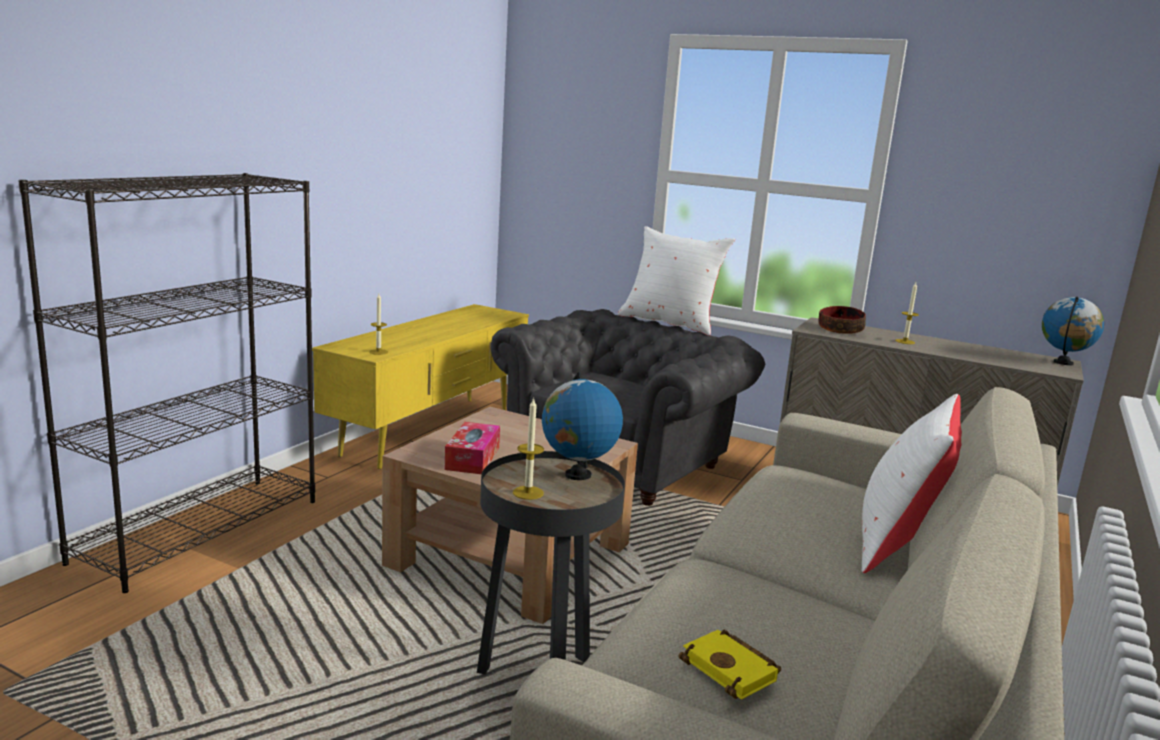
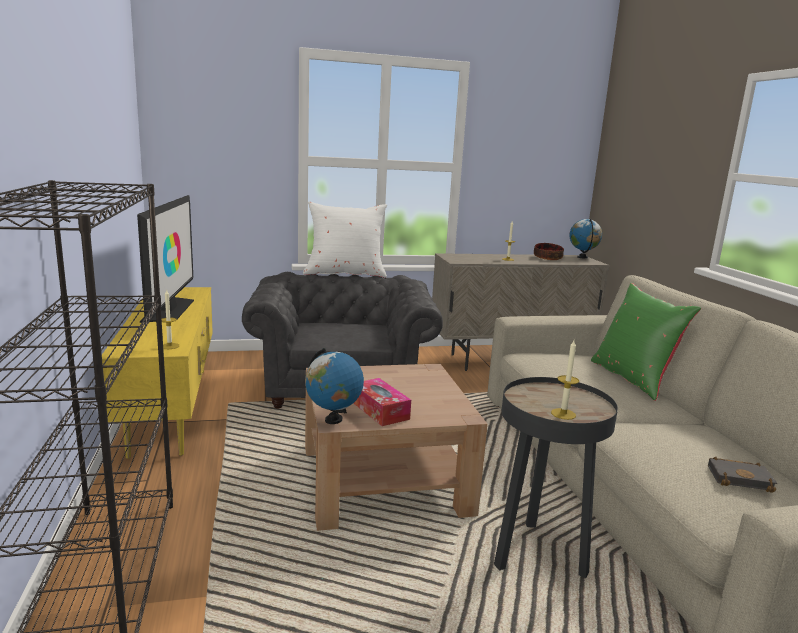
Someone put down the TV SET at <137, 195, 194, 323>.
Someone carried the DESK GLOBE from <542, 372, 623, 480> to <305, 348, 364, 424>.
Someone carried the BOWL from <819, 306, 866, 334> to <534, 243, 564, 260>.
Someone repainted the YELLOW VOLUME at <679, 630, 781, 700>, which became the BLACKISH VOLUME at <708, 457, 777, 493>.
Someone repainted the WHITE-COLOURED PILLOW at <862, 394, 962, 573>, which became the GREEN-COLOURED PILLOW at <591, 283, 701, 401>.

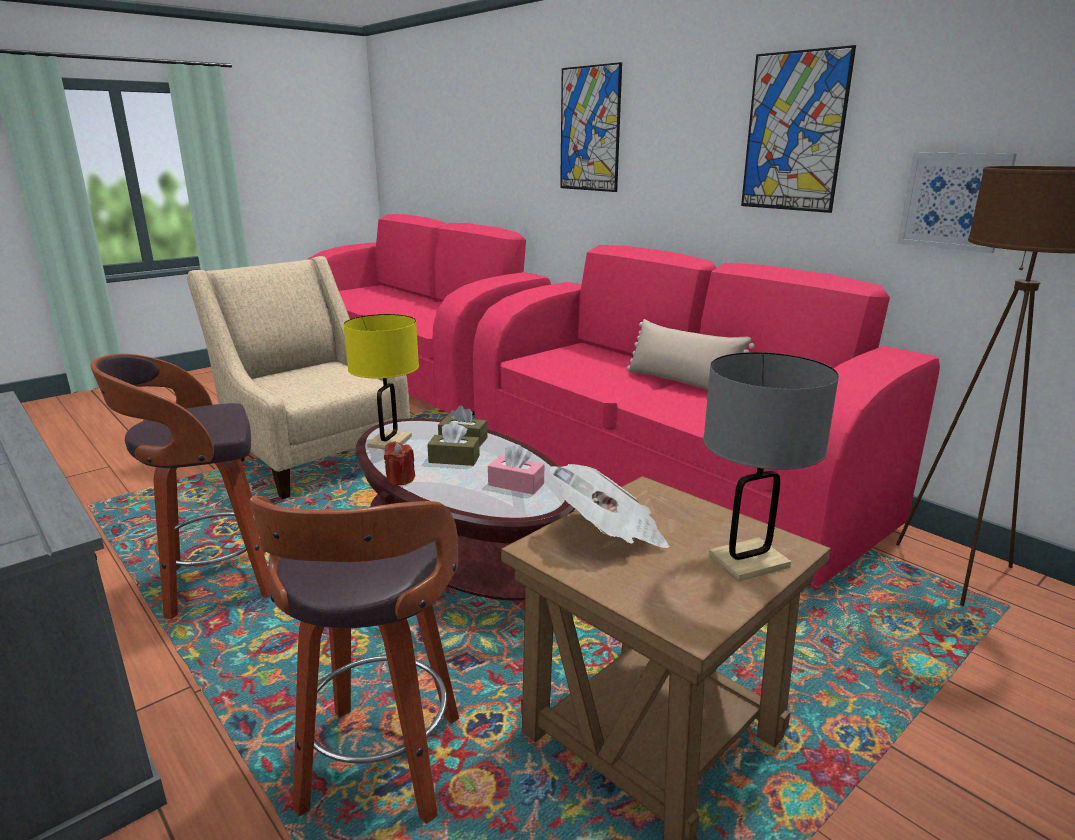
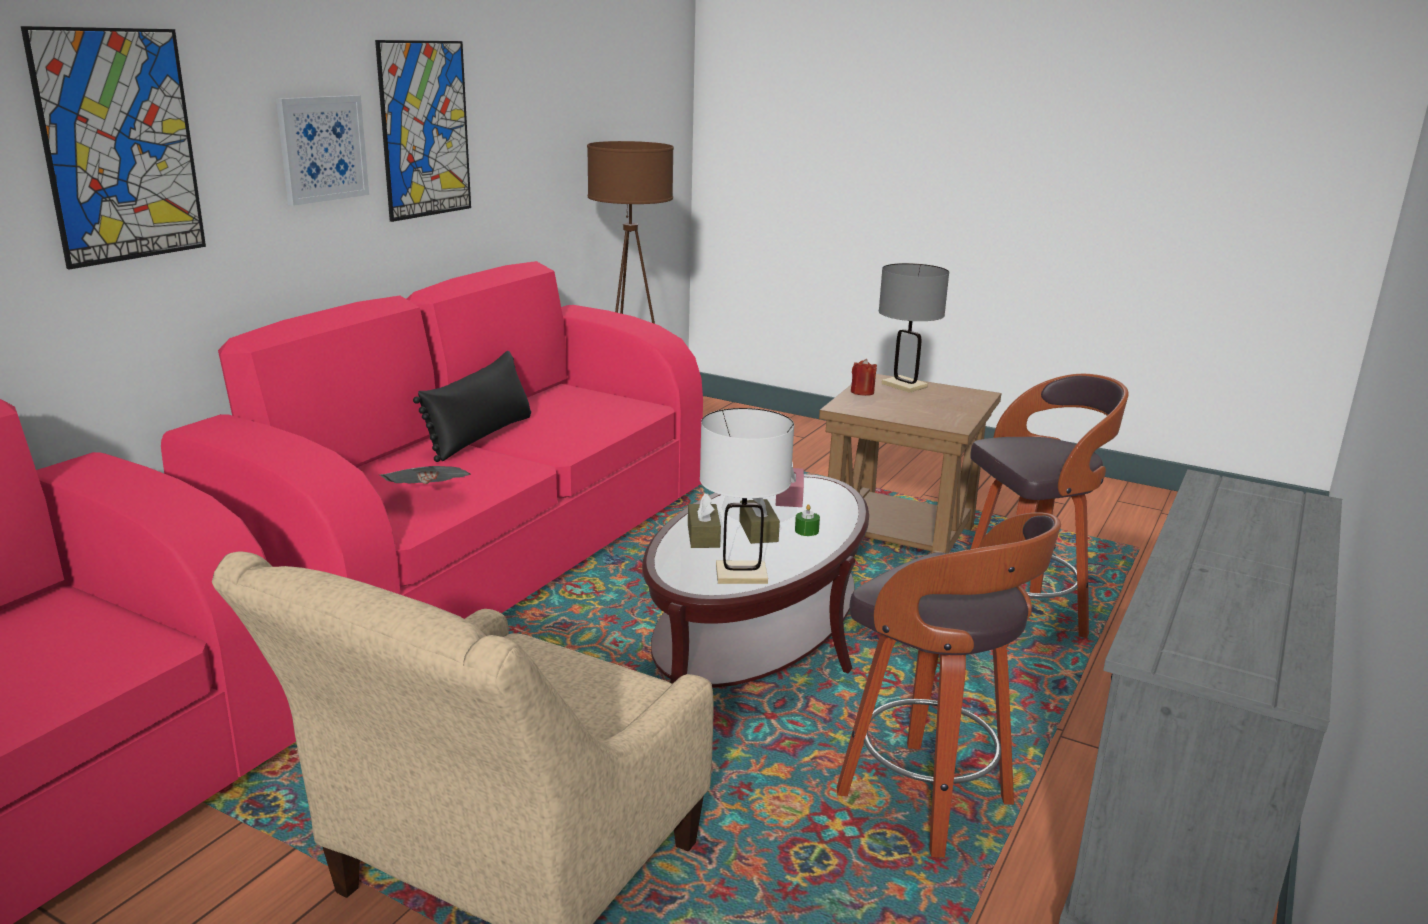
Someone put down the GREEN-COLOURED CANDLE at <795, 504, 820, 536>.
Someone carried the RED-COLOURED CANDLE from <384, 441, 415, 485> to <851, 359, 877, 396>.
Someone carried the DAILY PAPER from <550, 464, 669, 548> to <380, 466, 471, 484>.
Someone carried the WALL PICTURE from <897, 152, 1017, 253> to <276, 95, 369, 206>.
Someone repainted the YELLOW TABLETOP LAMP at <343, 314, 419, 449>, which became the WHITE-COLOURED TABLETOP LAMP at <700, 408, 794, 584>.
Someone repainted the BEIGE PILLOW at <627, 319, 755, 390>, which became the BLACKISH PILLOW at <413, 351, 531, 462>.

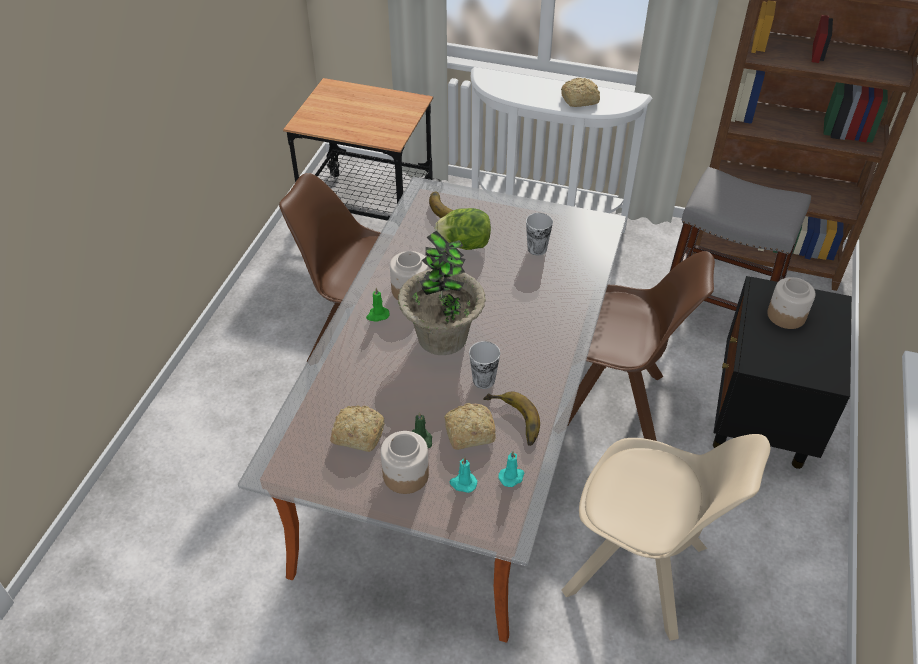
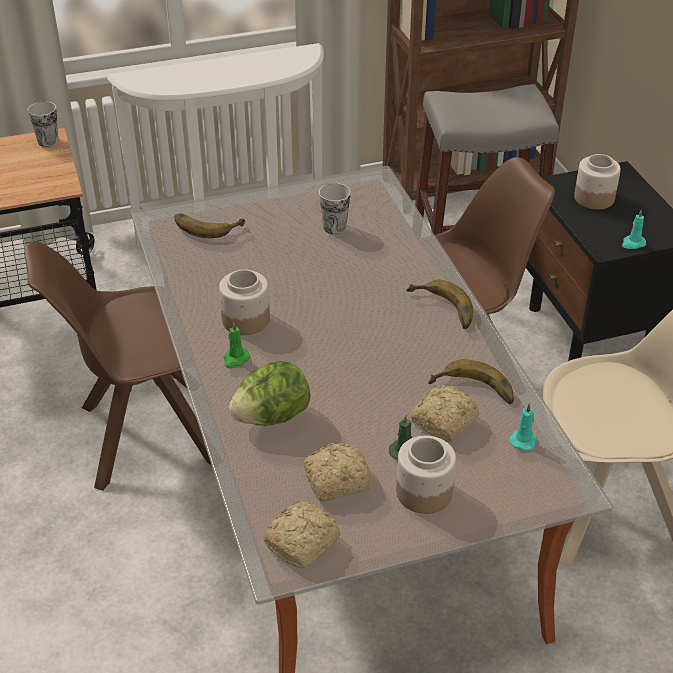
Someone took away the PLANT IN A POT at <398, 231, 486, 355>.
Someone put down the BANANA at <406, 280, 473, 329>.
Someone carried the HEAD OF LETTUCE from <435, 208, 491, 250> to <229, 361, 311, 426>.
Someone carried the BLUE-GREEN CANDLE from <449, 457, 477, 493> to <622, 209, 646, 249>.
Someone carried the CUP from <469, 341, 500, 389> to <28, 101, 59, 147>.
Someone carried the BAKED BREAD from <561, 78, 600, 107> to <263, 501, 340, 568>.

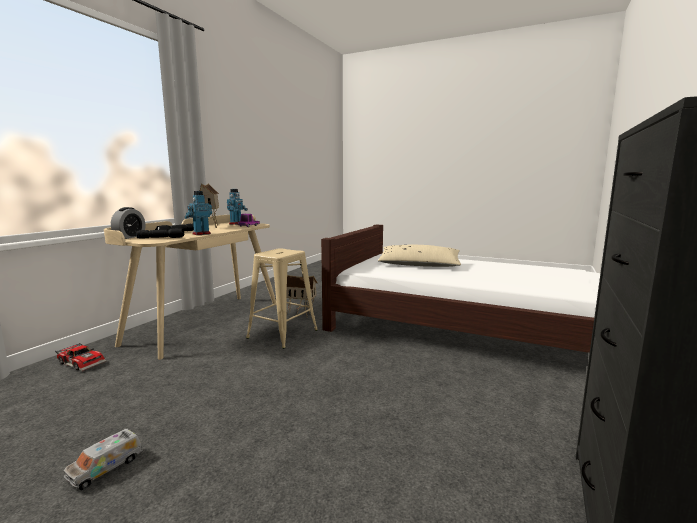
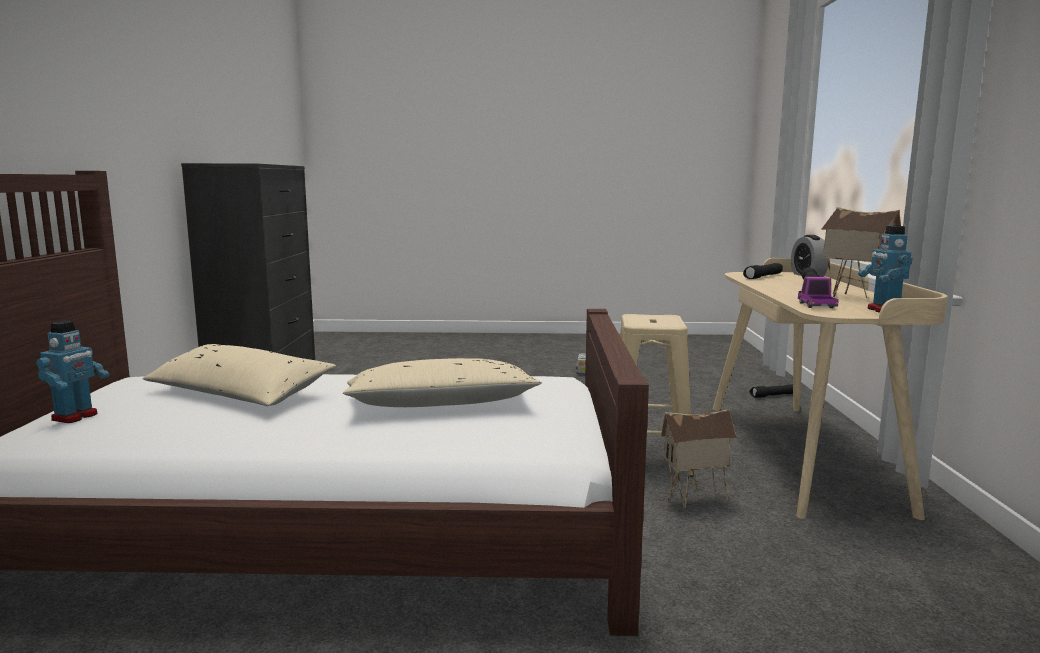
Someone put down the BEIGE PILLOW at <143, 344, 336, 406>.
Someone carried the MODEL ROBOT from <185, 191, 212, 235> to <36, 320, 110, 423>.
Someone swapped the TOY CAR at <55, 343, 106, 371> for the BLACKISH HAND TORCH at <750, 384, 793, 398>.

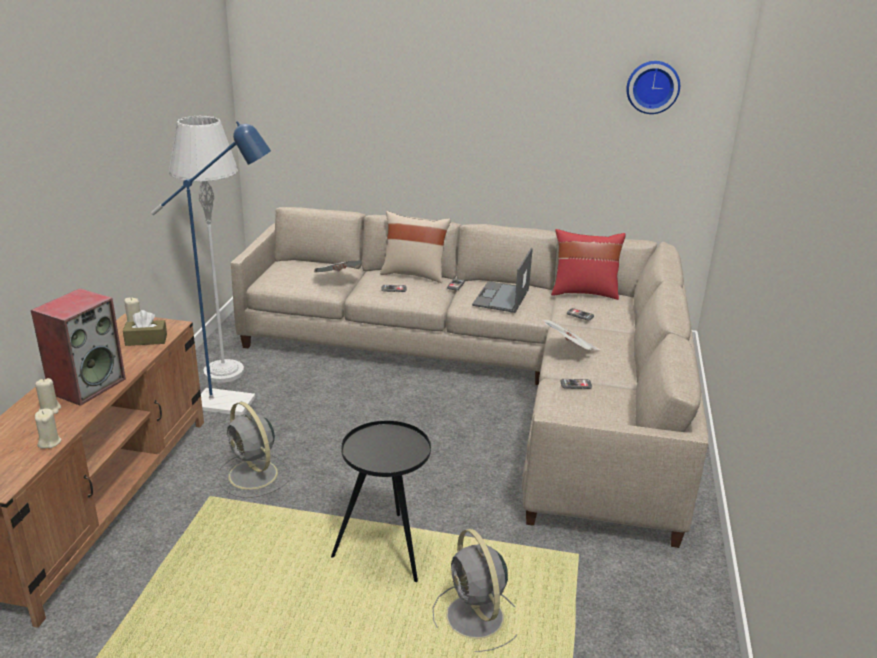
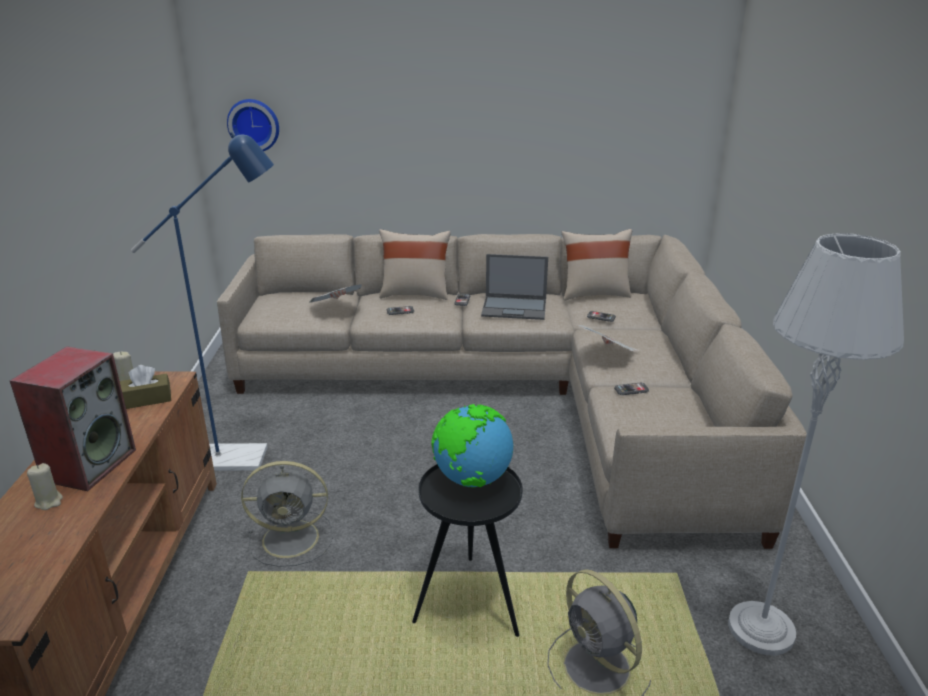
Someone took away the BEIGE CANDLE at <35, 409, 62, 449>.
Someone put down the DESK GLOBE at <431, 404, 513, 488>.
Someone carried the GRAY STANDING LAMP from <169, 116, 244, 383> to <728, 233, 904, 656>.
Someone carried the WALL CLOCK from <626, 61, 680, 114> to <227, 99, 279, 151>.
Someone repainted the RED-COLOURED PILLOW at <551, 229, 626, 300>, which became the BEIGE PILLOW at <561, 229, 632, 301>.
Someone rotated the GRAY COOLING FAN at <217, 402, 292, 498> by 45 degrees counterclockwise.
Someone rotated the NOTEBOOK COMPUTER at <472, 248, 533, 313> by 90 degrees counterclockwise.

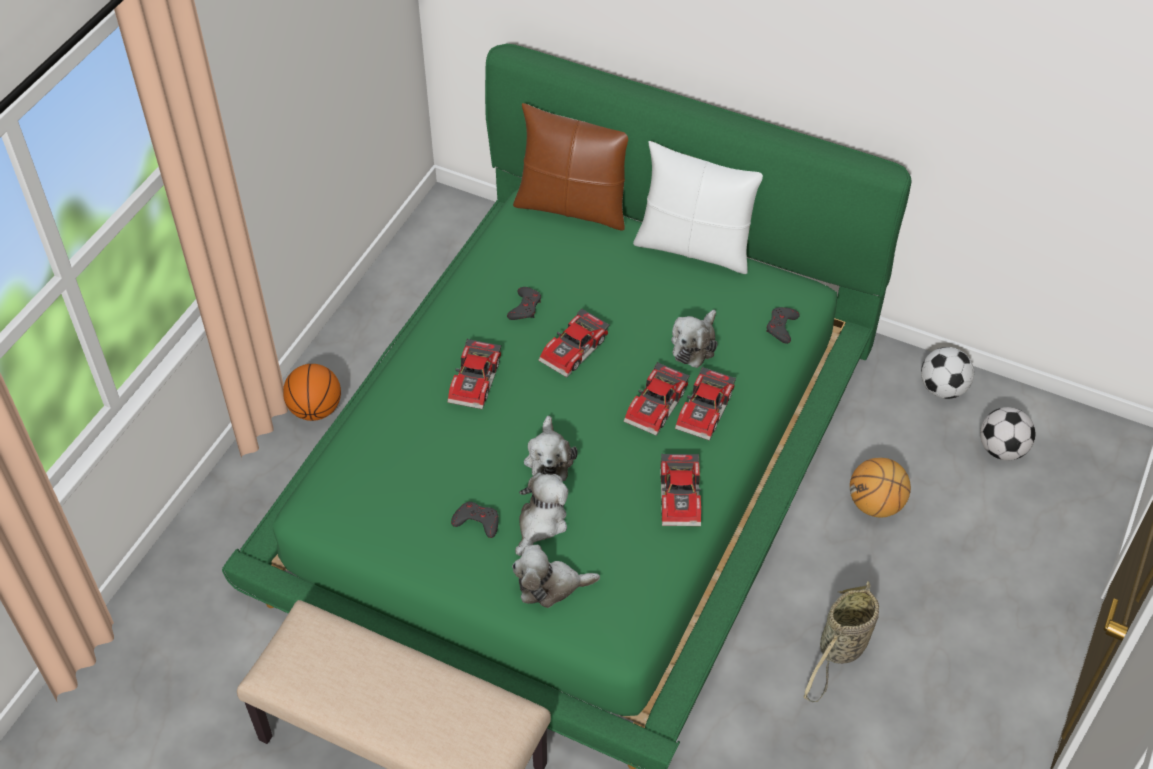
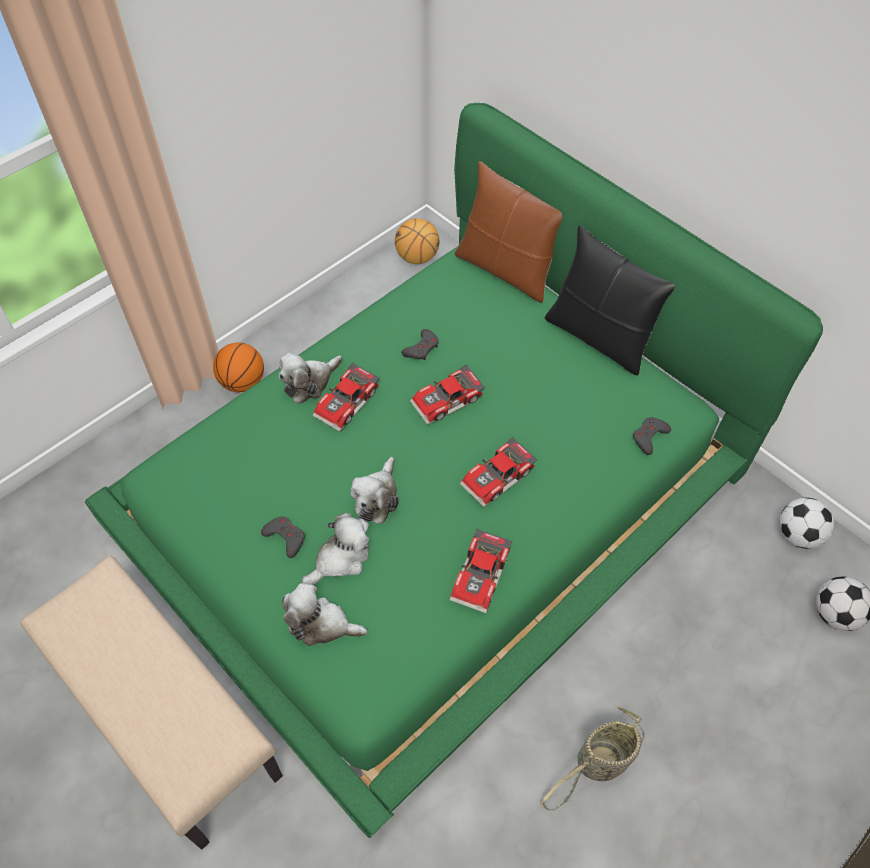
Someone took away the TOY CAR at <675, 366, 736, 441>.
Someone carried the CUDDLY TOY from <671, 310, 718, 368> to <279, 353, 342, 404>.
Someone carried the BASKETBALL BALL from <850, 458, 911, 518> to <395, 218, 439, 264>.
Someone repainted the WHITE-COLOURED PILLOW at <633, 141, 763, 274>, which became the BLACKISH PILLOW at <545, 225, 675, 376>.

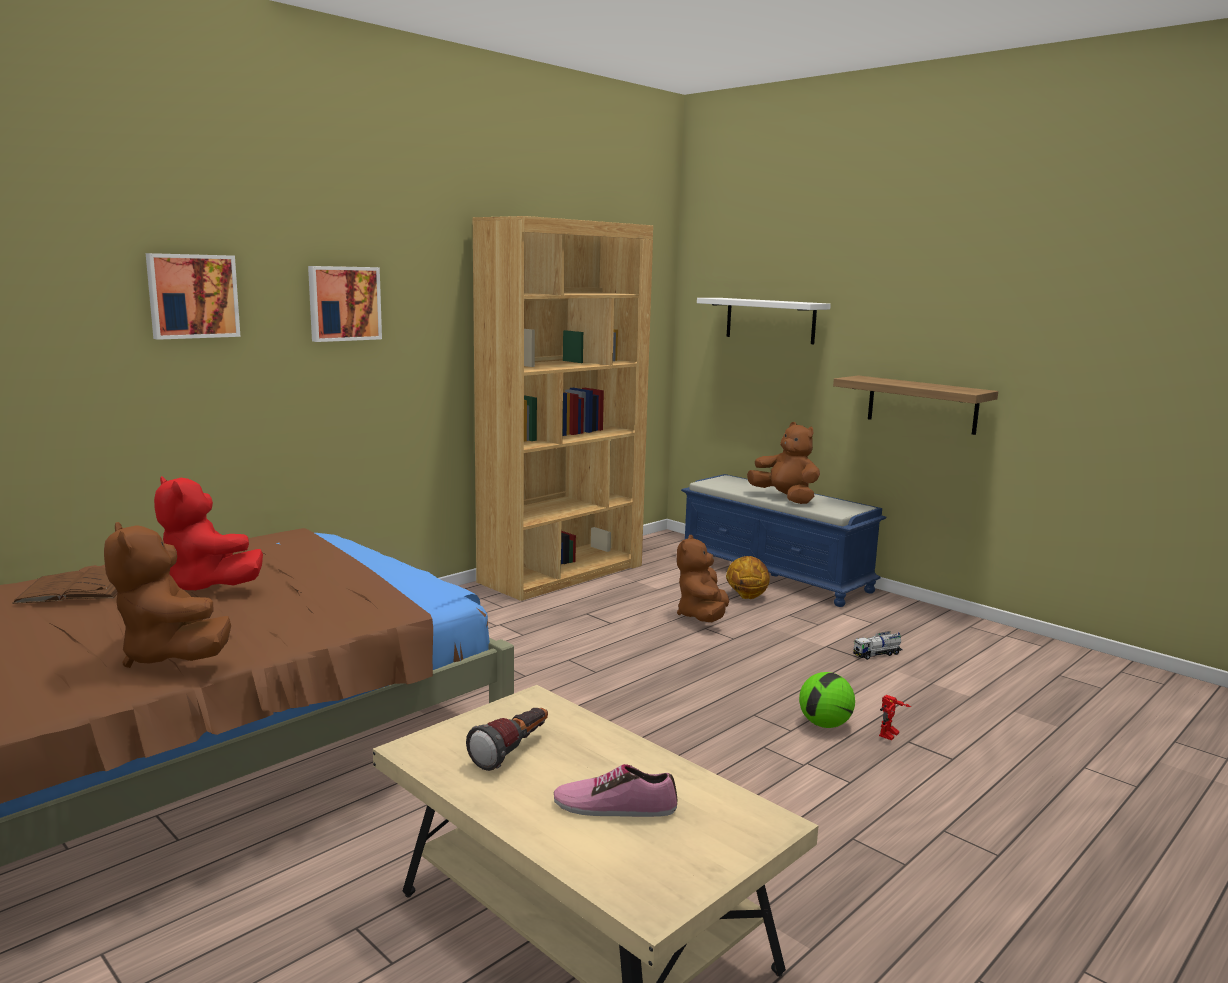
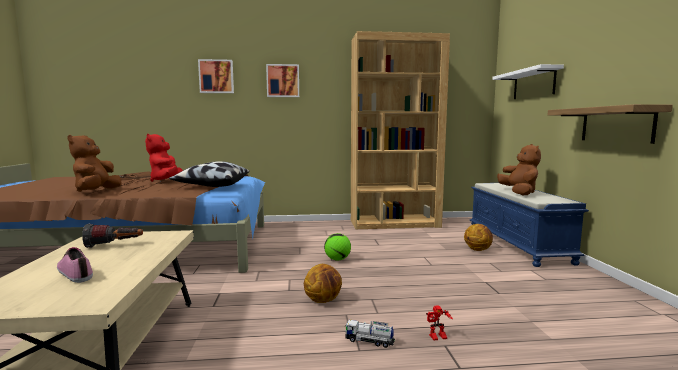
Someone took away the BROWN-COLOURED CUDDLY TOY at <677, 535, 729, 622>.
Someone put down the PILLOW at <169, 161, 249, 187>.
Someone put down the BASKETBALL BALL at <304, 264, 342, 303>.
Someone carried the FOOTBALL BALL from <799, 672, 855, 728> to <324, 233, 351, 260>.
Someone carried the TOY LORRY from <853, 631, 903, 660> to <345, 319, 395, 348>.

